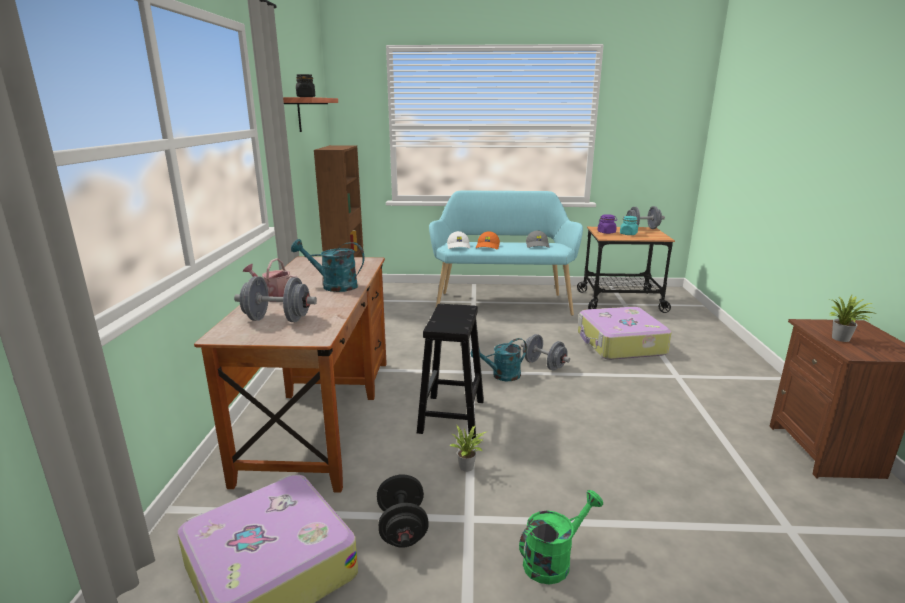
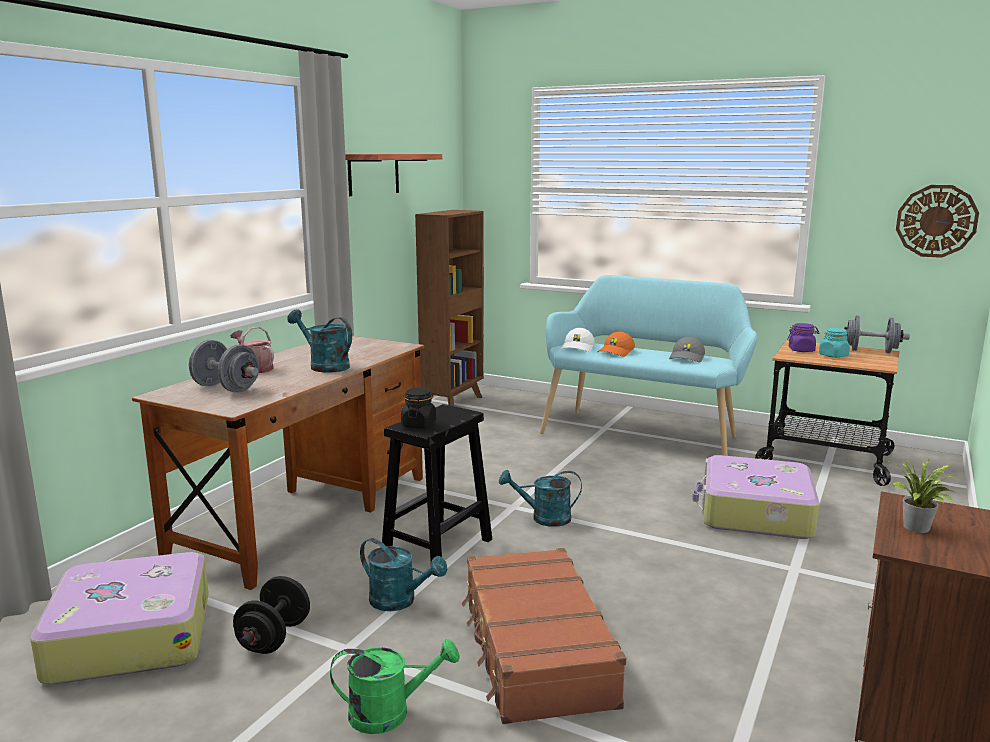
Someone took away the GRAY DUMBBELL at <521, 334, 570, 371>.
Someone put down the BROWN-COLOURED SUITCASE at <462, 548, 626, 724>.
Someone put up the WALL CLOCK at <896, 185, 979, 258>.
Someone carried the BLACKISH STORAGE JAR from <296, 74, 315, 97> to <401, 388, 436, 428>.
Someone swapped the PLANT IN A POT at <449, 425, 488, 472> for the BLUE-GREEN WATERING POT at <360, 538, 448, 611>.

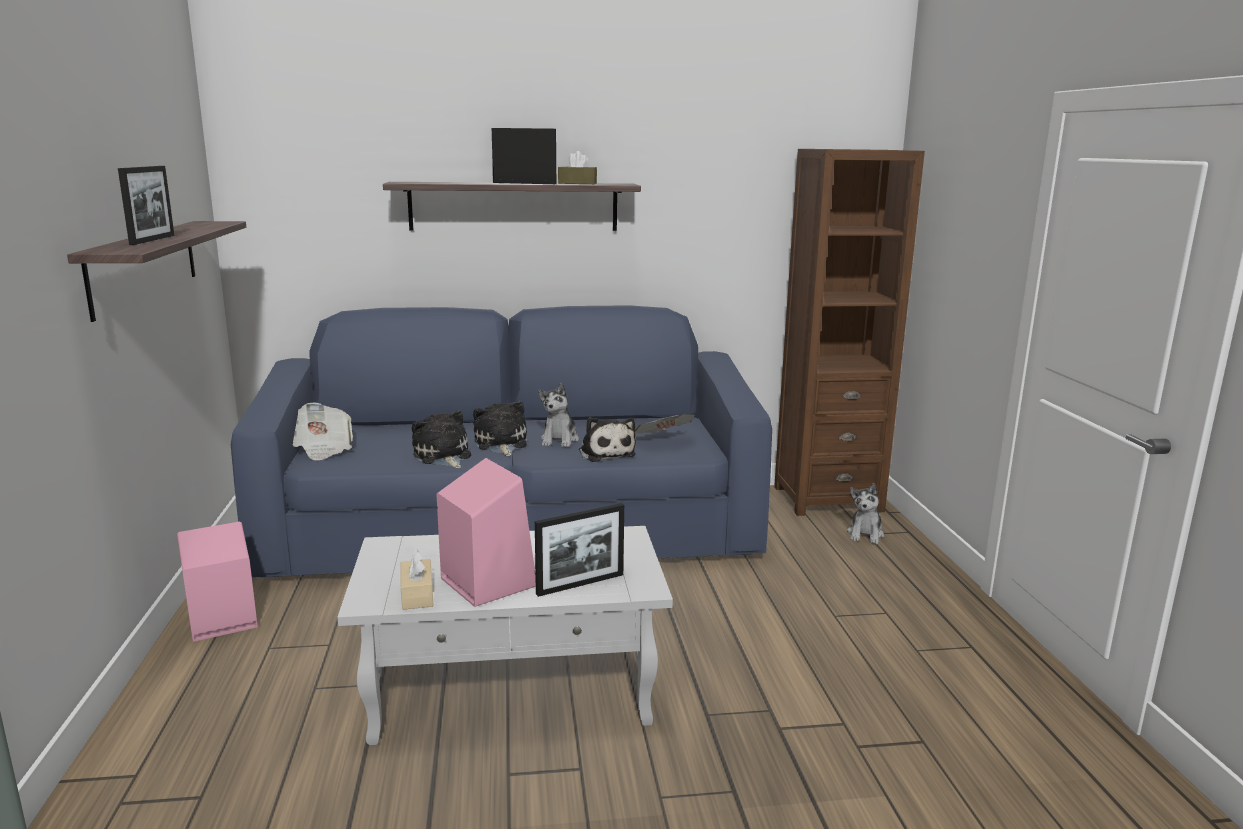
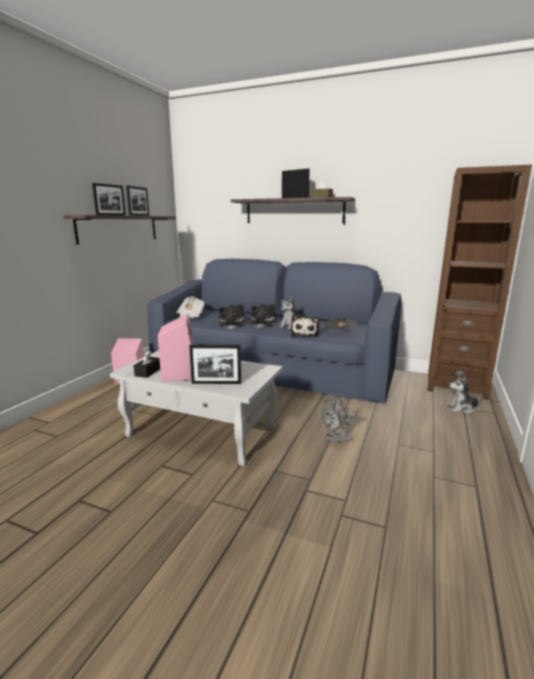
Someone put down the PHOTO FRAME at <126, 186, 149, 216>.
Someone put down the GRAY COOLING FAN at <321, 394, 357, 443>.
Someone repainted the BEIGE BOX OF TISSUES at <401, 550, 434, 610>, which became the BLACKISH BOX OF TISSUES at <133, 351, 160, 378>.
Someone rotated the CUDDLY TOY at <847, 483, 884, 544> by 45 degrees clockwise.

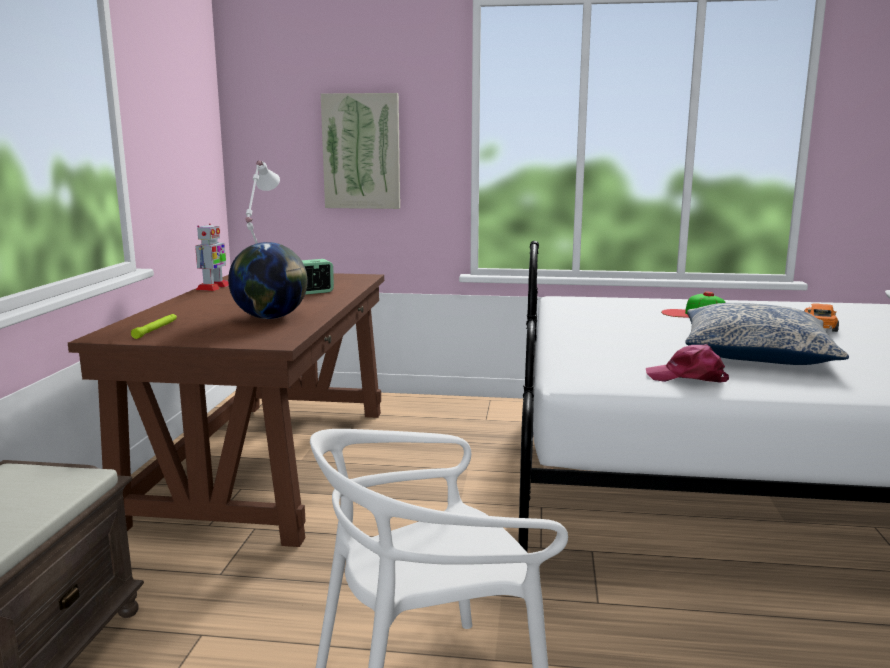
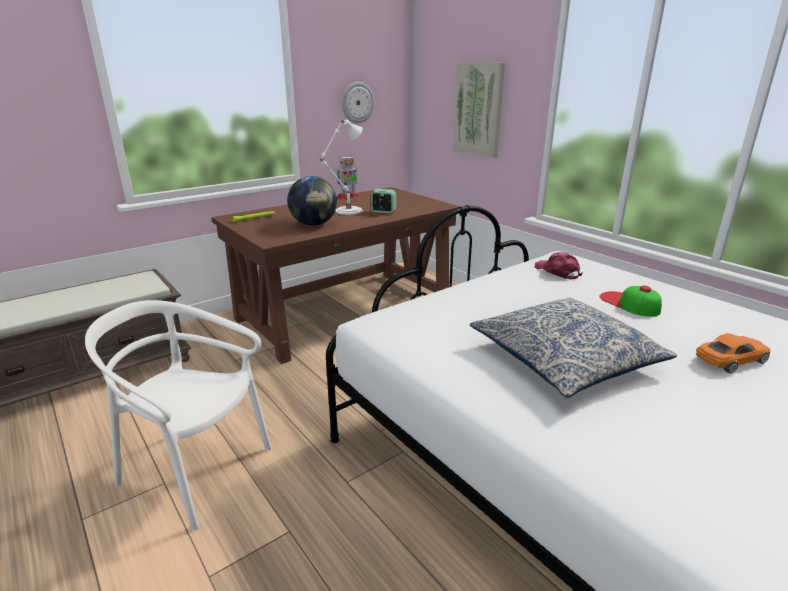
Someone put up the WALL CLOCK at <342, 82, 374, 123>.
Someone carried the PINKISH CAP from <646, 344, 729, 382> to <535, 252, 583, 279>.

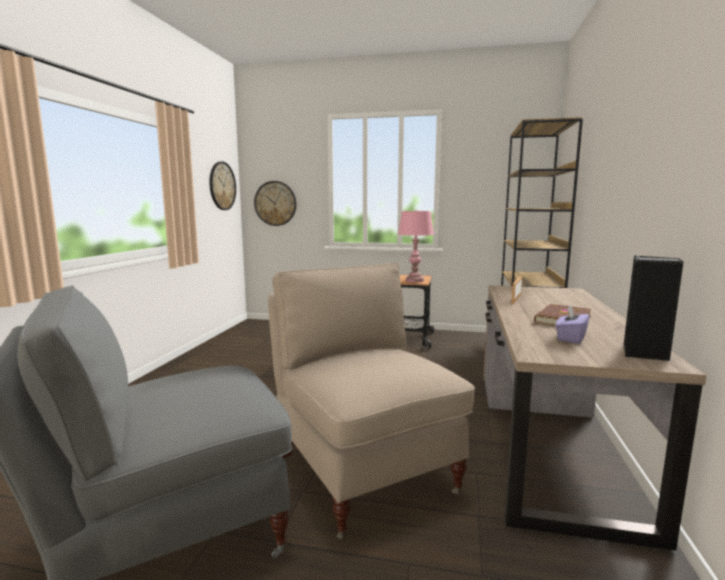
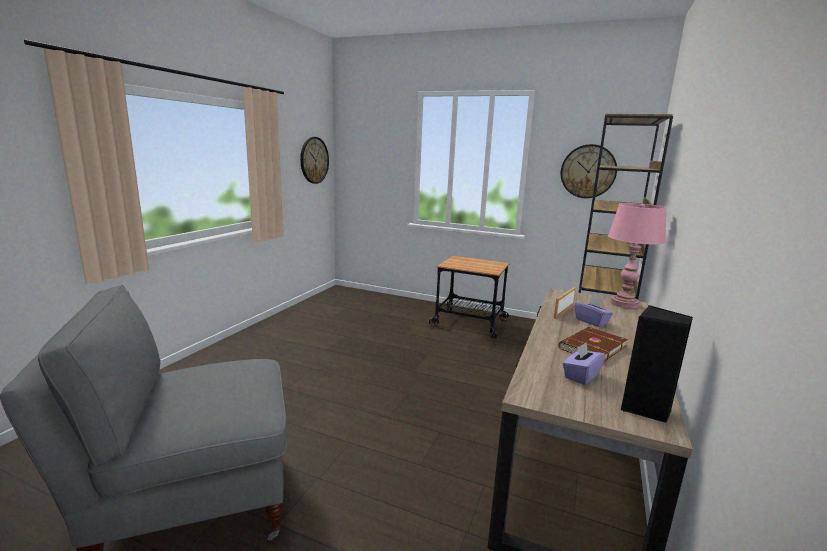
Someone took away the BEIGE CHAIR at <268, 263, 475, 540>.
Someone put down the PURPLE BOX OF TISSUES at <575, 296, 613, 327>.
Someone carried the WALL CLOCK from <254, 181, 297, 226> to <561, 144, 617, 198>.
Someone carried the PINKISH TABLETOP LAMP from <398, 210, 434, 283> to <608, 203, 666, 309>.

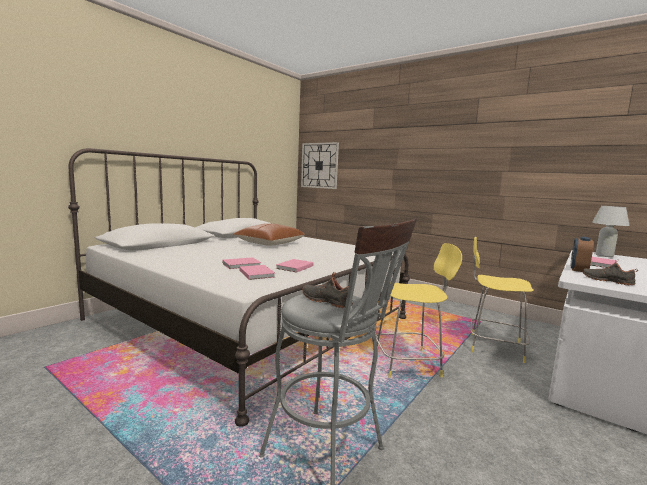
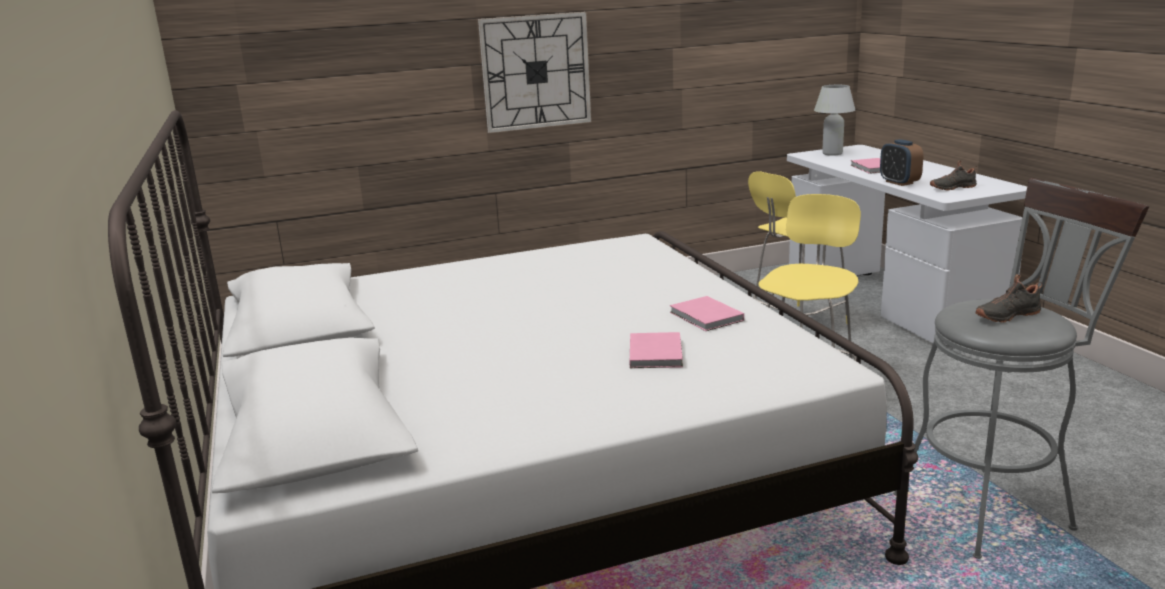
Someone took away the BROWN-COLOURED PILLOW at <233, 223, 305, 246>.
Someone took away the PINKISH VOLUME at <239, 265, 275, 280>.
Someone carried the WALL CLOCK from <301, 142, 339, 189> to <478, 12, 591, 133>.

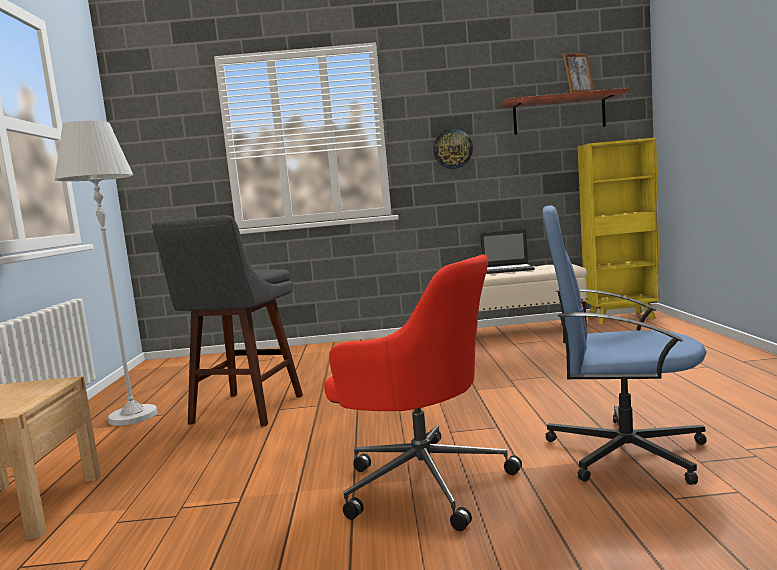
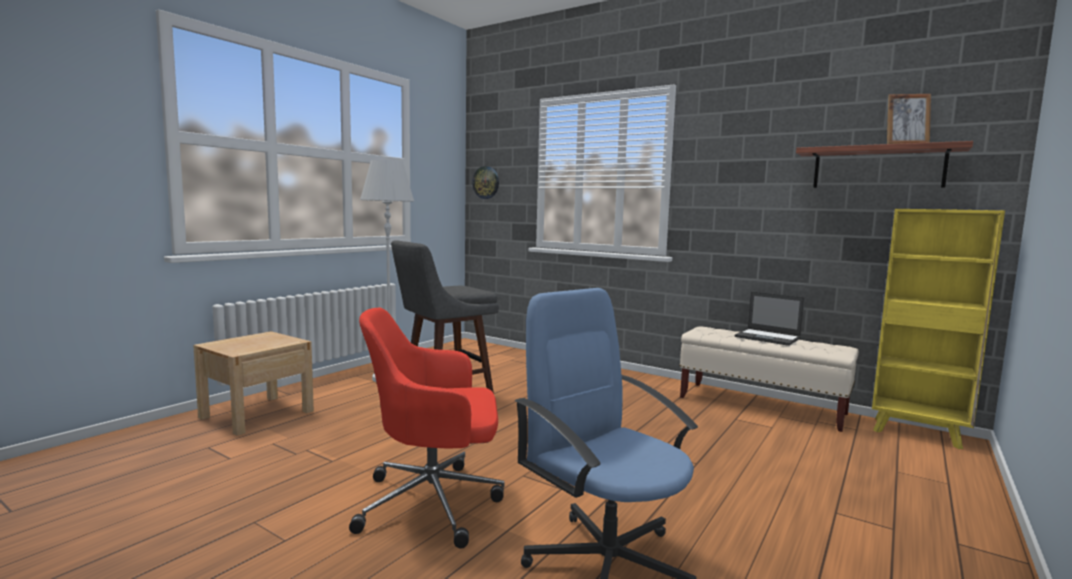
Someone carried the WALL CLOCK from <433, 128, 473, 169> to <472, 166, 499, 199>.
Someone rotated the RED-COLOURED COMPUTER CHAIR at <324, 255, 522, 531> by 105 degrees clockwise.

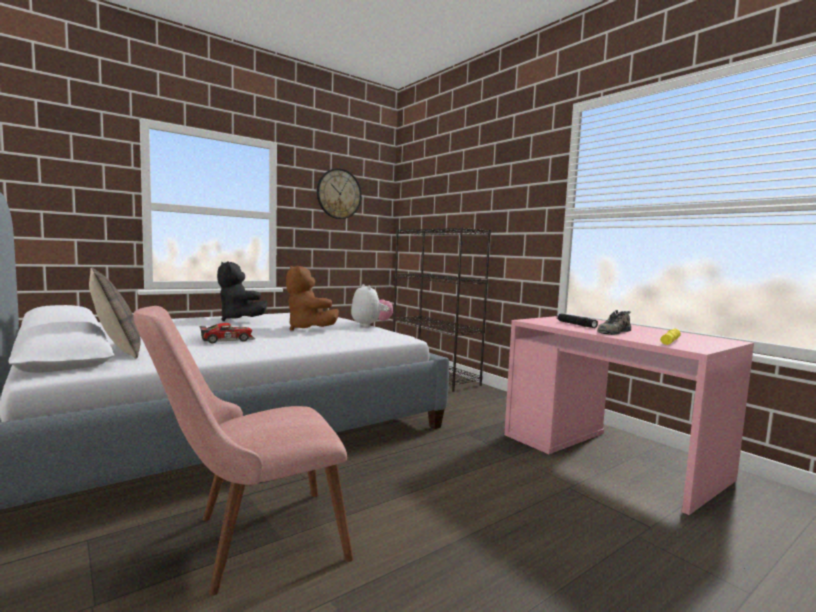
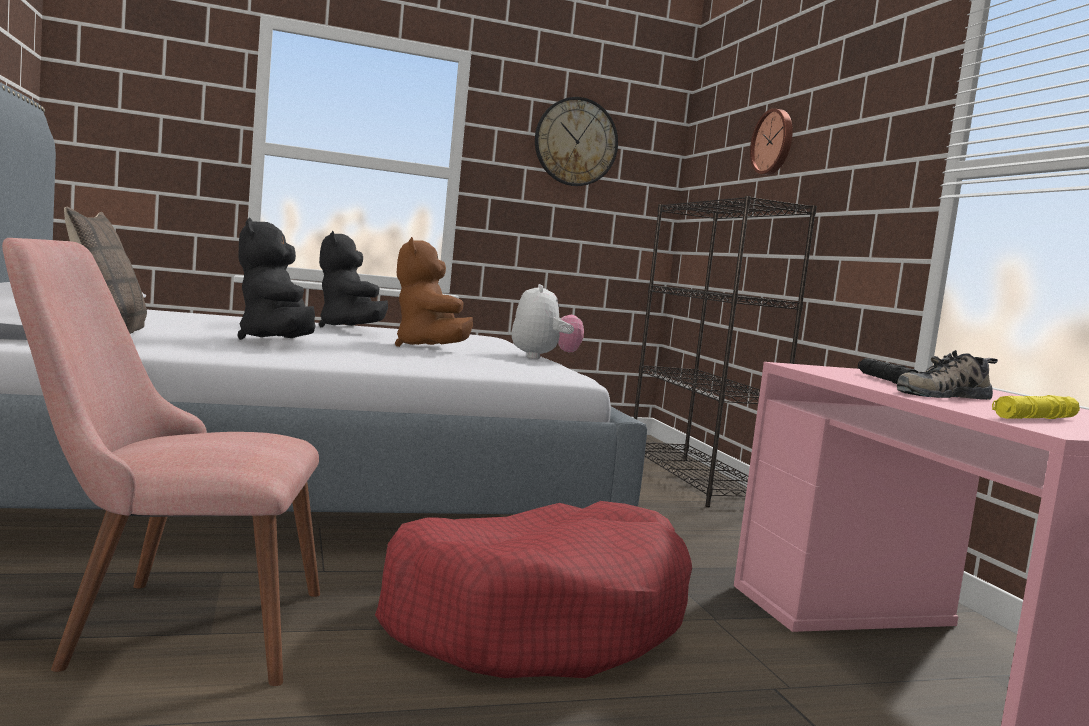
Someone put down the RED-COLOURED PET BED at <375, 501, 692, 678>.
Someone put up the WALL CLOCK at <750, 108, 793, 175>.
Someone swapped the TOY CAR at <200, 323, 255, 343> for the BLACKISH CUDDLY TOY at <237, 218, 316, 340>.

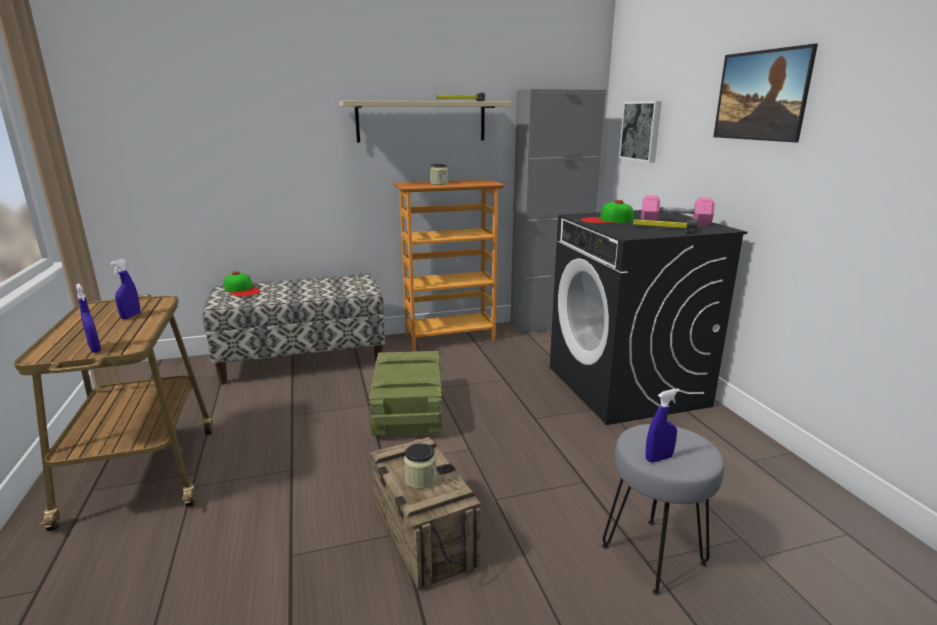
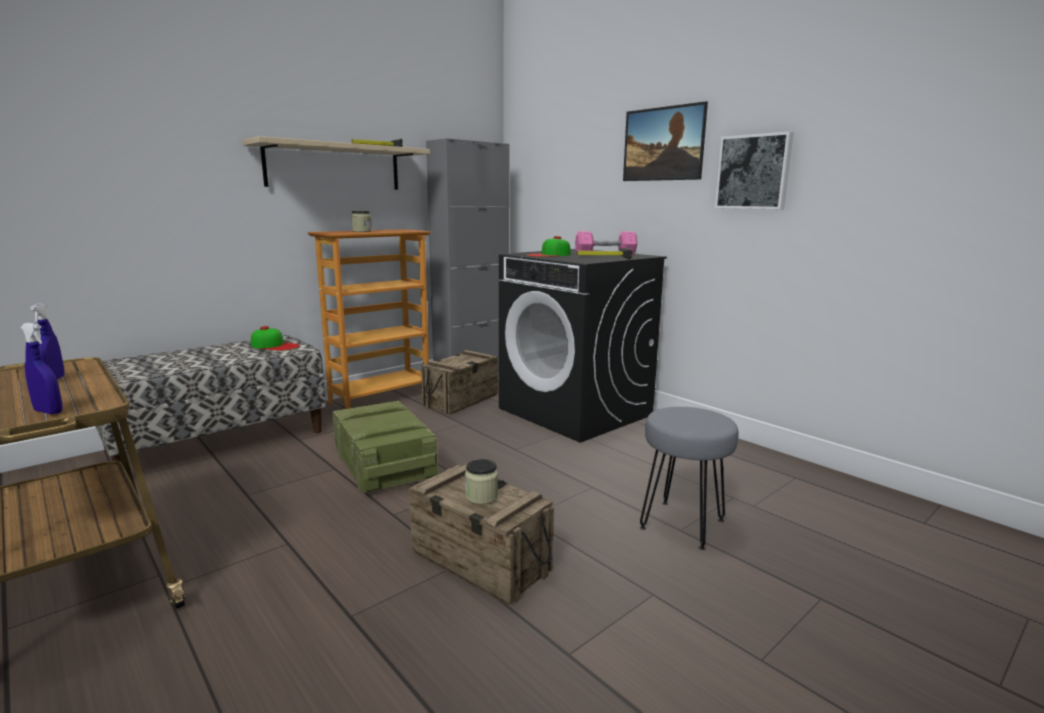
Someone took away the BLUE SPRAY BOTTLE at <646, 389, 680, 463>.
Someone put down the SHIPPING CRATE at <421, 350, 498, 414>.
Someone carried the CAP from <224, 271, 261, 297> to <251, 326, 300, 351>.
Someone carried the WALL PICTURE from <619, 101, 662, 163> to <715, 131, 794, 209>.

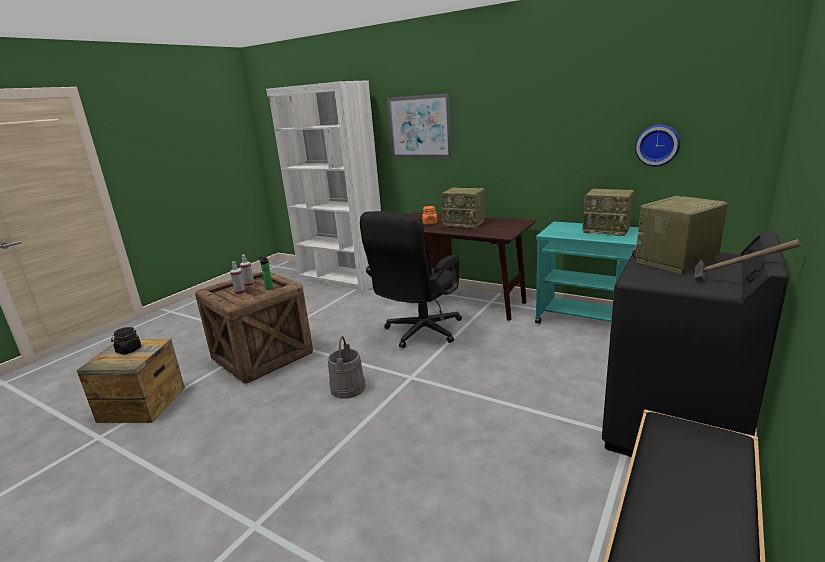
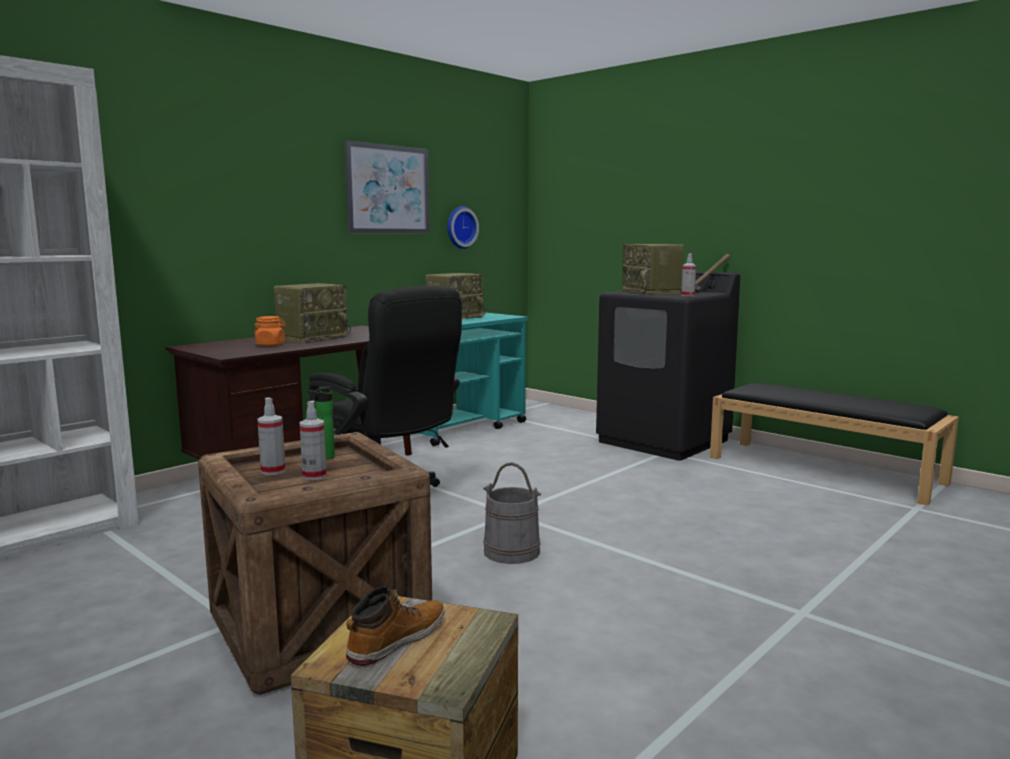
Someone put down the SPRAY BOTTLE at <681, 253, 696, 297>.
Someone carried the WALL PICTURE from <387, 93, 452, 158> to <344, 140, 430, 233>.
Someone swapped the BLACKISH STORAGE JAR at <111, 327, 141, 355> for the HIGH-TOP BOOT at <346, 586, 445, 666>.

